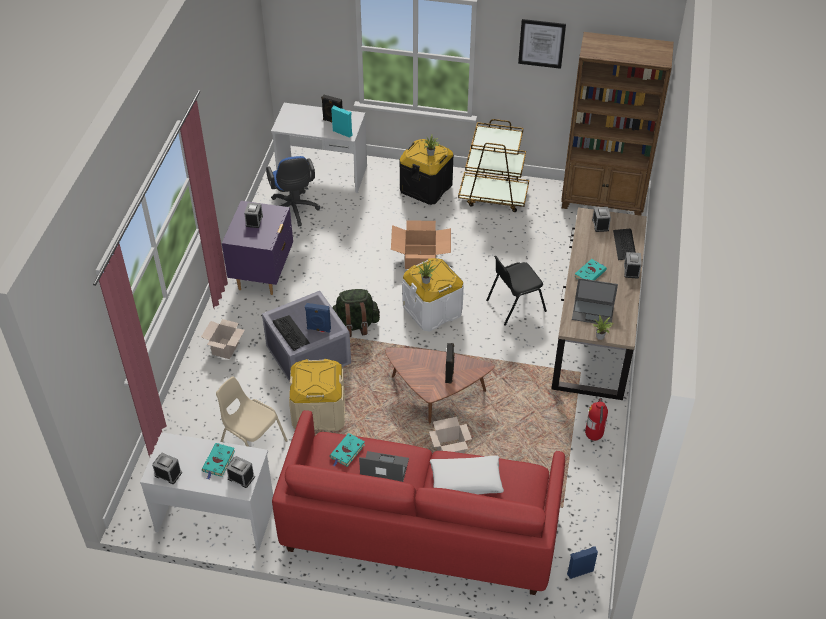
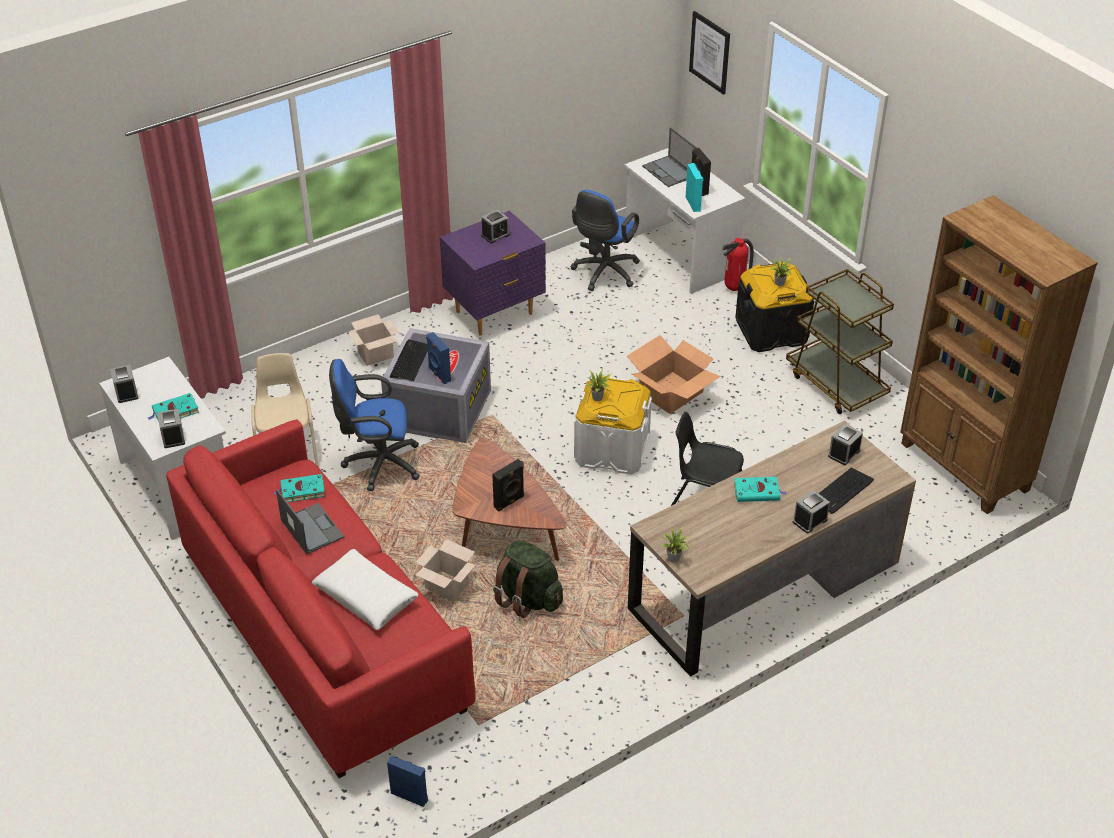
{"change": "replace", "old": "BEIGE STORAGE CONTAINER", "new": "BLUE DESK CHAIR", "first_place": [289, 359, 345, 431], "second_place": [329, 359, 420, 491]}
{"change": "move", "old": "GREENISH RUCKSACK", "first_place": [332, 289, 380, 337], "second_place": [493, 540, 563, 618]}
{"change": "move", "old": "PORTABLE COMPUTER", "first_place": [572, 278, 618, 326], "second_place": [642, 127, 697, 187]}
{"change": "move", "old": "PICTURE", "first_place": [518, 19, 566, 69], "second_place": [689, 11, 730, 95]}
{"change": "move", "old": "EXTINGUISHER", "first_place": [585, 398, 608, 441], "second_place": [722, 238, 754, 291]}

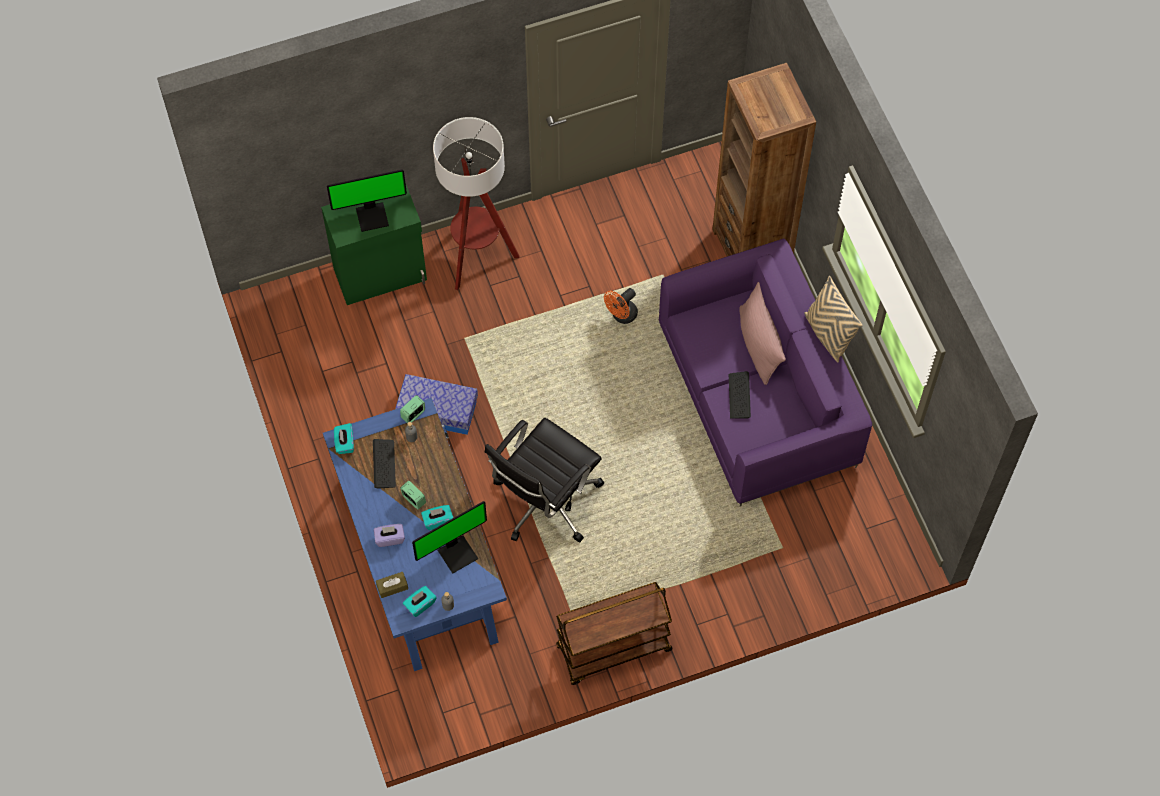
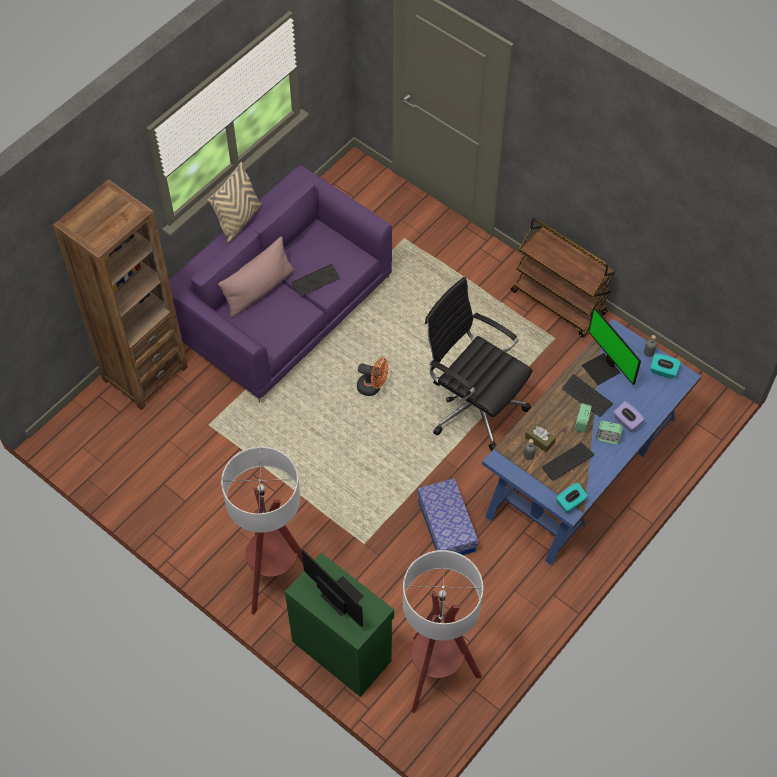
{"change": "move", "old": "ORANGE-COLOURED FAN", "first_place": [604, 288, 638, 324], "second_place": [357, 358, 388, 396]}
{"change": "insert", "new": "STANDARD LAMP", "second_place": [403, 550, 483, 713]}
{"change": "rotate", "old": "BLACK DESK CHAIR", "first_place": [485, 418, 604, 542], "second_place": [425, 277, 533, 451], "degrees": -150}
{"change": "move", "old": "BROWN BOX OF TISSUES", "first_place": [376, 572, 408, 598], "second_place": [525, 423, 556, 452]}
{"change": "replace", "old": "TURQUOISE-COLOURED BOX OF TISSUES", "new": "COMPUTER KEYBOARD", "first_place": [421, 505, 453, 530], "second_place": [562, 374, 613, 417]}
{"change": "rotate", "old": "COMPUTER SCREEN", "first_place": [412, 501, 487, 574], "second_place": [582, 307, 641, 385], "degrees": -150}
{"change": "move", "old": "ALARM CLOCK", "first_place": [400, 395, 425, 423], "second_place": [596, 421, 623, 444]}

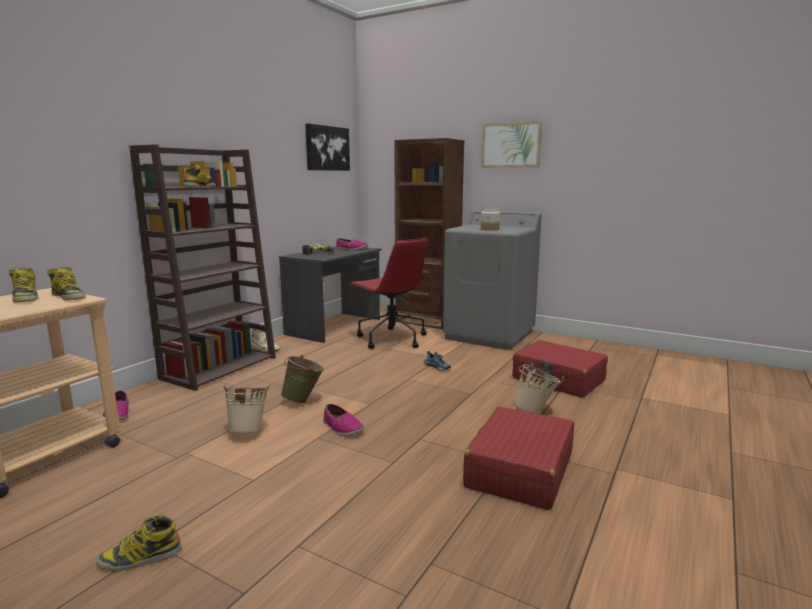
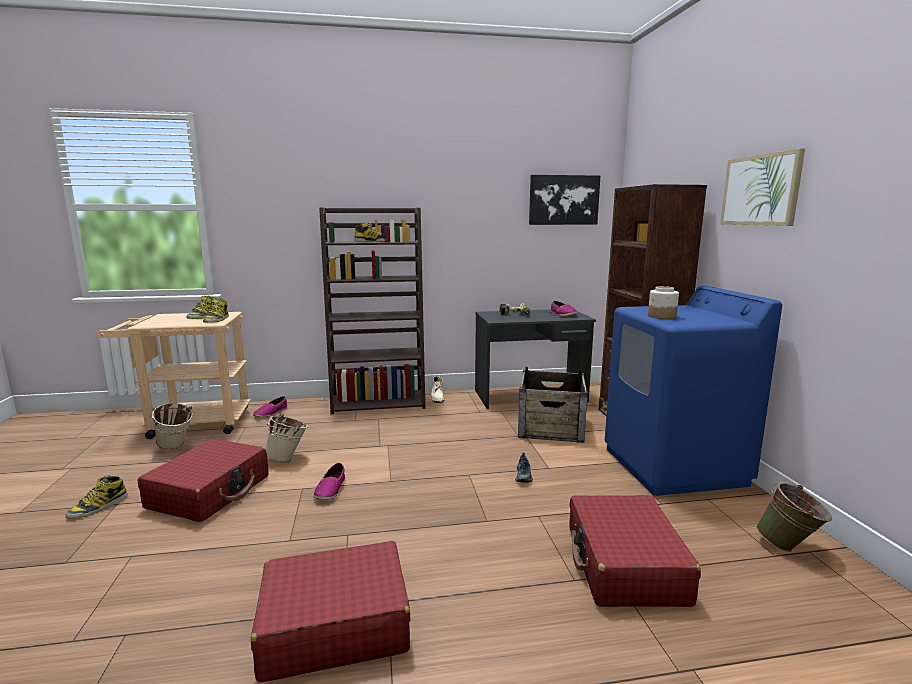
{"change": "rotate", "old": "TALL BOOT", "first_place": [96, 514, 182, 571], "second_place": [65, 476, 128, 519], "degrees": -90}
{"change": "insert", "new": "REDDISH SUITCASE", "second_place": [138, 439, 268, 522]}
{"change": "move", "old": "BEIGE PAIL", "first_place": [513, 363, 561, 414], "second_place": [150, 403, 193, 450]}
{"change": "replace", "old": "REDDISH DESK CHAIR", "new": "PACKING CRATE", "first_place": [349, 238, 428, 349], "second_place": [518, 367, 588, 443]}
{"change": "recolor", "old": "GREY LAUNDRY APPLIANCE", "new": "BLUE LAUNDRY APPLIANCE", "first_place": [443, 210, 542, 350], "second_place": [605, 286, 782, 496]}
{"change": "move", "old": "GREENISH PAIL", "first_place": [281, 355, 324, 404], "second_place": [756, 482, 832, 552]}

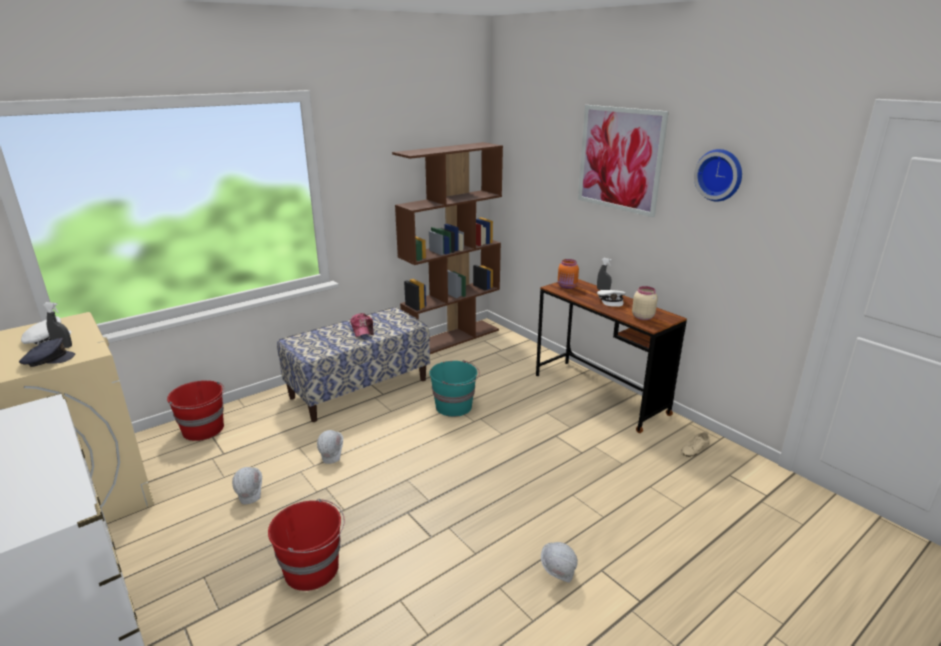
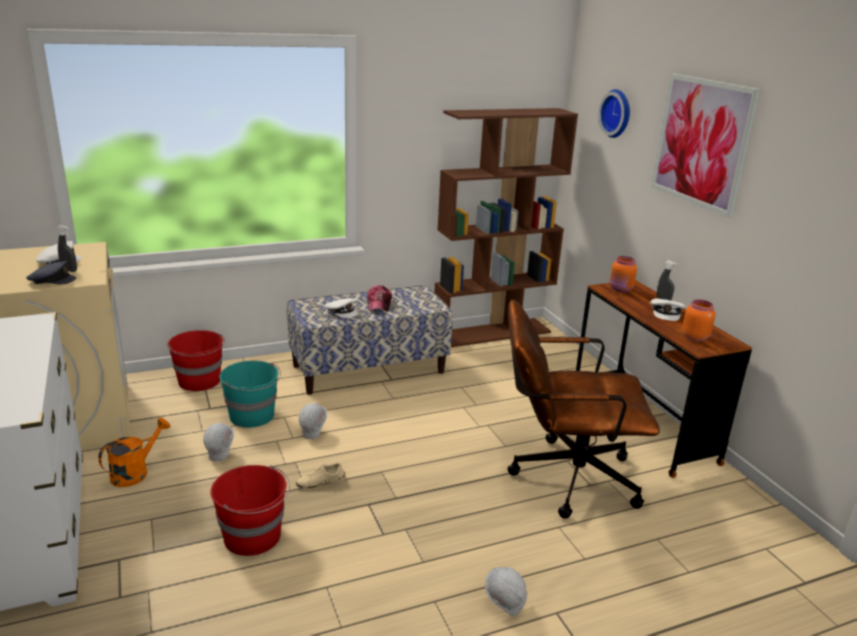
{"change": "insert", "new": "ORANGE-COLOURED WATERING CAN", "second_place": [98, 418, 170, 487]}
{"change": "move", "old": "TURQUOISE-COLOURED PAIL", "first_place": [429, 360, 480, 417], "second_place": [219, 361, 281, 428]}
{"change": "move", "old": "BEIGE ITEM OF FOOTWEAR", "first_place": [681, 431, 710, 458], "second_place": [296, 463, 346, 489]}
{"change": "insert", "new": "WHITISH CAP", "second_place": [325, 298, 358, 318]}
{"change": "insert", "new": "BROWN DESK CHAIR", "second_place": [508, 300, 660, 518]}
{"change": "move", "old": "WALL CLOCK", "first_place": [694, 149, 742, 202], "second_place": [598, 89, 630, 138]}
{"change": "recolor", "old": "BEIGE STORAGE JAR", "new": "ORANGE-COLOURED STORAGE JAR", "first_place": [632, 286, 658, 320], "second_place": [682, 300, 715, 342]}

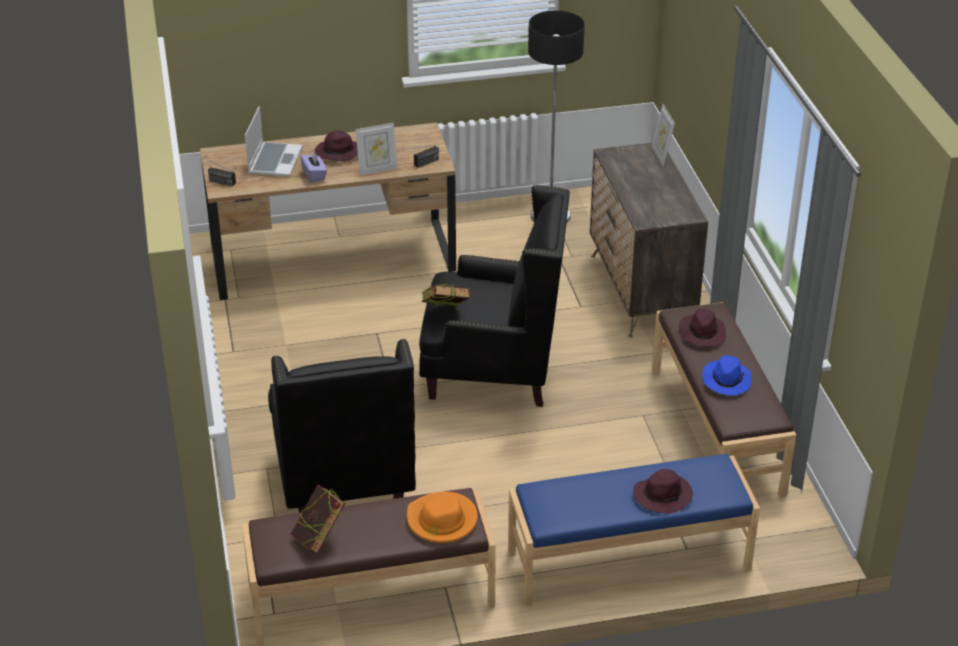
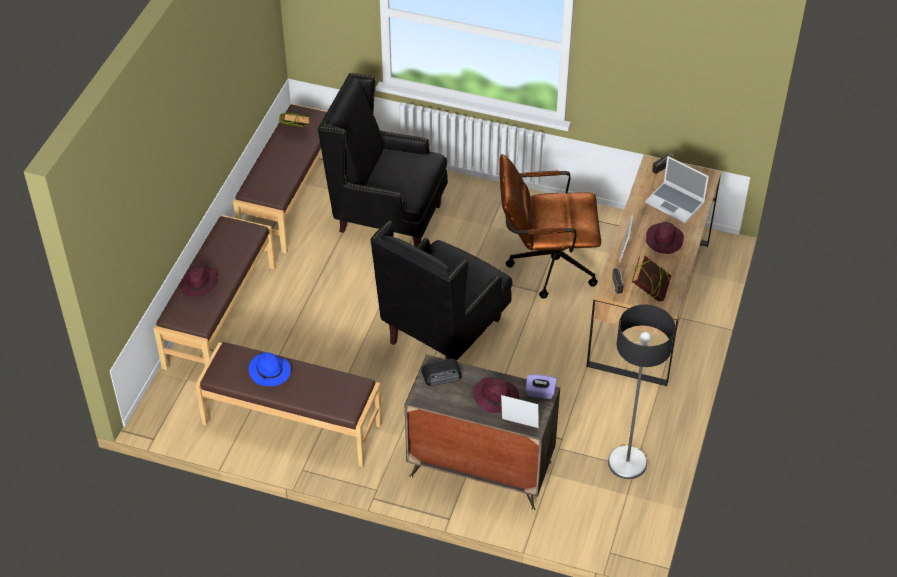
{"change": "recolor", "old": "BLUE INDOOR BENCH", "new": "BROWN INDOOR BENCH", "first_place": [508, 454, 760, 606], "second_place": [154, 215, 276, 370]}
{"change": "insert", "new": "RADIO RECEIVER", "second_place": [421, 359, 462, 386]}
{"change": "move", "old": "PURPLE WEARABLE HAT", "first_place": [679, 309, 726, 347], "second_place": [473, 377, 519, 413]}
{"change": "insert", "new": "BROWN DESK CHAIR", "second_place": [499, 154, 601, 299]}
{"change": "move", "old": "PURPLE BOX OF TISSUES", "first_place": [300, 152, 327, 182], "second_place": [525, 374, 557, 399]}
{"change": "move", "old": "BOOK", "first_place": [421, 284, 471, 306], "second_place": [632, 256, 671, 302]}
{"change": "delete", "old": "ORANGE-COLOURED WEARABLE HAT", "first_place": [407, 492, 477, 543]}

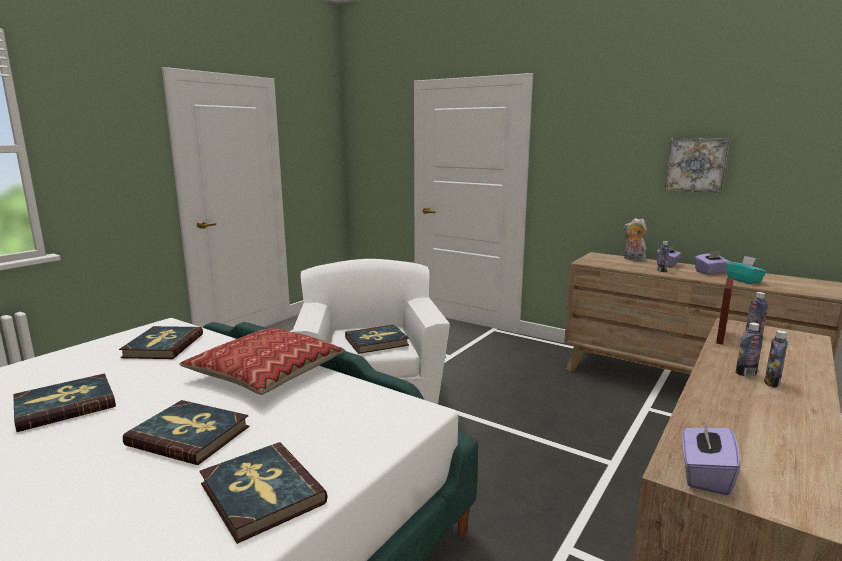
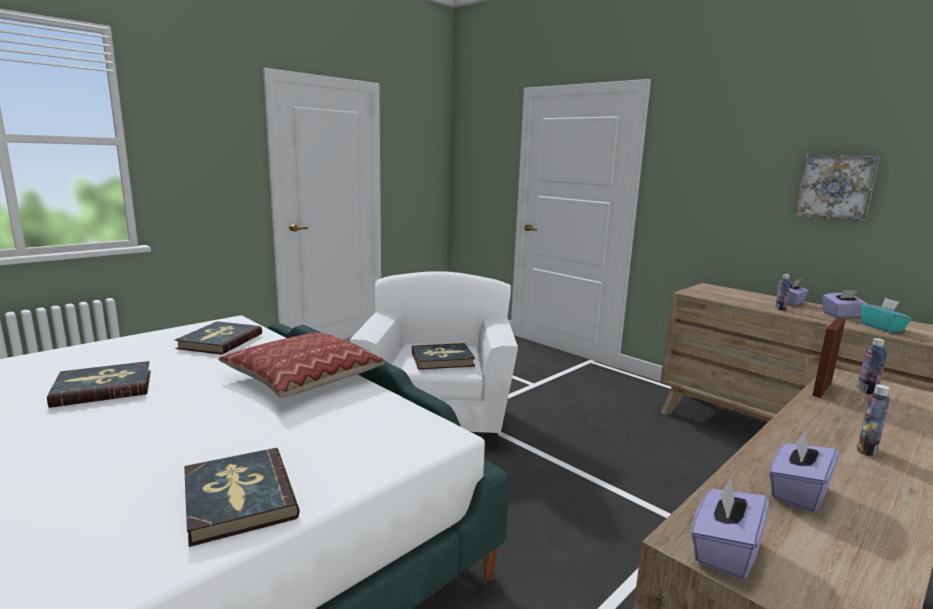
{"change": "insert", "new": "PURPLE BOX OF TISSUES", "second_place": [769, 430, 838, 512]}
{"change": "delete", "old": "BOOK", "first_place": [123, 400, 249, 465]}
{"change": "delete", "old": "SOFT TOY", "first_place": [624, 218, 647, 261]}
{"change": "delete", "old": "DRINK BOTTLE", "first_place": [736, 323, 763, 376]}

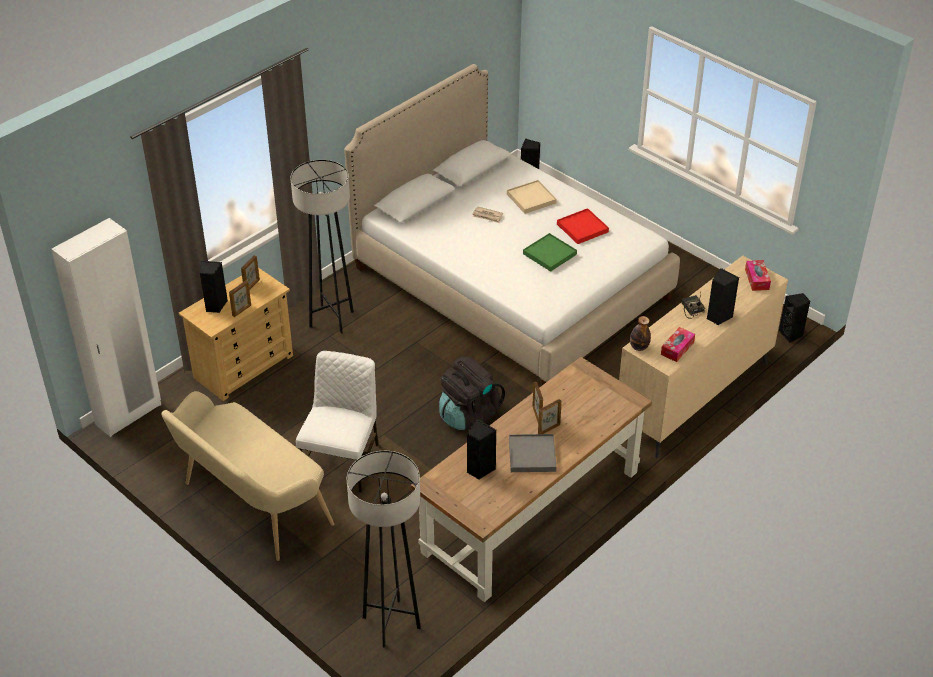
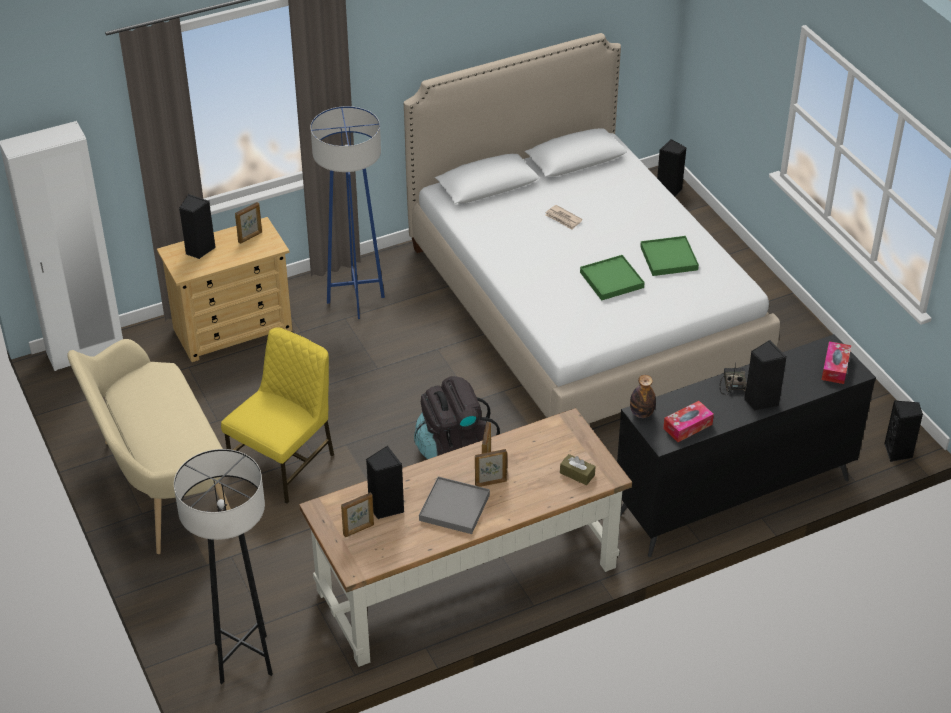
{"change": "recolor", "old": "WHITISH PLAIN CHAIR", "new": "YELLOW PLAIN CHAIR", "first_place": [296, 351, 379, 493], "second_place": [221, 327, 334, 504]}
{"change": "recolor", "old": "GREY STANDARD LAMP", "new": "BLUE STANDARD LAMP", "first_place": [290, 160, 354, 334], "second_place": [310, 106, 385, 319]}
{"change": "move", "old": "PICTURE FRAME", "first_place": [229, 280, 251, 317], "second_place": [341, 492, 374, 537]}
{"change": "insert", "new": "BROWN BOX OF TISSUES", "second_place": [560, 454, 596, 485]}
{"change": "recolor", "old": "BEIGE DRAWER CHEST", "new": "BLACK DRAWER CHEST", "first_place": [619, 255, 788, 458], "second_place": [617, 334, 876, 557]}
{"change": "recolor", "old": "REDDISH SERVING TRAY", "new": "GREENISH SERVING TRAY", "first_place": [557, 208, 609, 244], "second_place": [640, 236, 699, 276]}
{"change": "delete", "old": "BEIGE SERVING TRAY", "first_place": [507, 180, 557, 214]}

